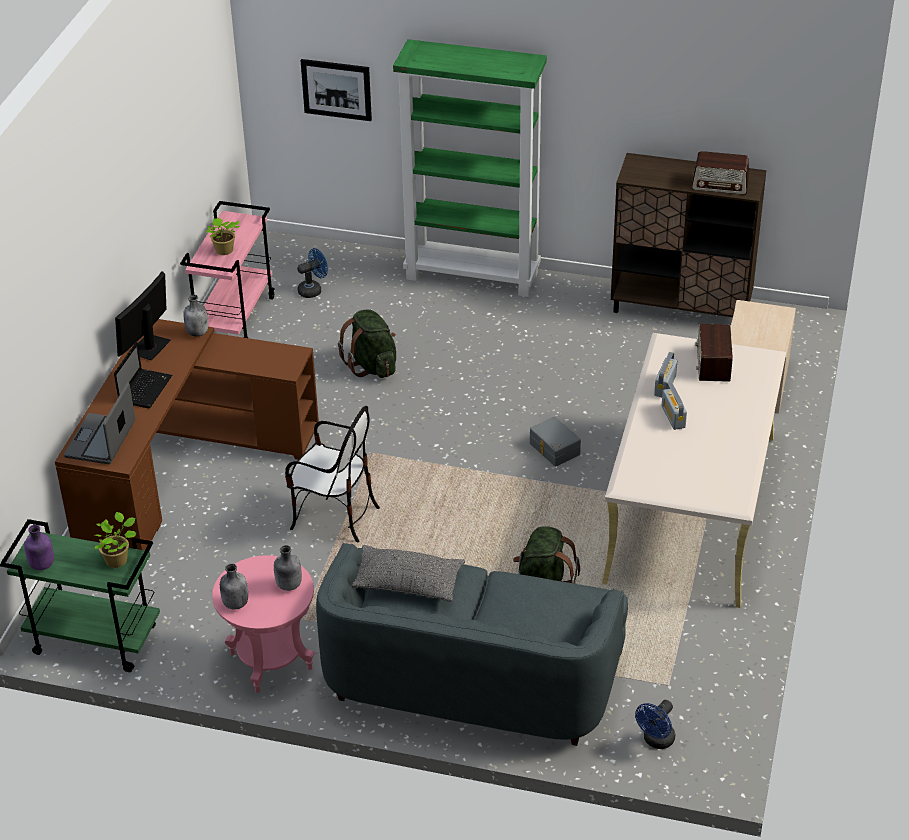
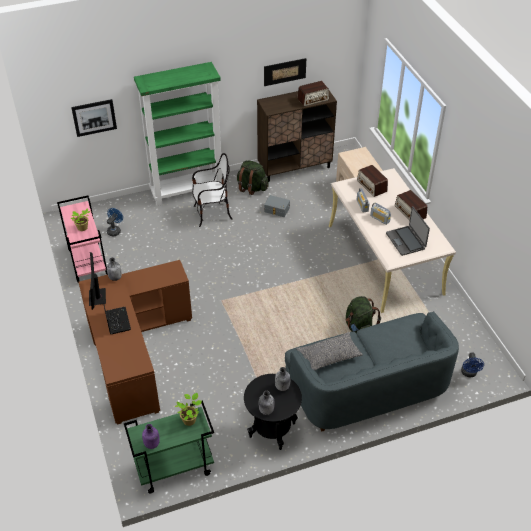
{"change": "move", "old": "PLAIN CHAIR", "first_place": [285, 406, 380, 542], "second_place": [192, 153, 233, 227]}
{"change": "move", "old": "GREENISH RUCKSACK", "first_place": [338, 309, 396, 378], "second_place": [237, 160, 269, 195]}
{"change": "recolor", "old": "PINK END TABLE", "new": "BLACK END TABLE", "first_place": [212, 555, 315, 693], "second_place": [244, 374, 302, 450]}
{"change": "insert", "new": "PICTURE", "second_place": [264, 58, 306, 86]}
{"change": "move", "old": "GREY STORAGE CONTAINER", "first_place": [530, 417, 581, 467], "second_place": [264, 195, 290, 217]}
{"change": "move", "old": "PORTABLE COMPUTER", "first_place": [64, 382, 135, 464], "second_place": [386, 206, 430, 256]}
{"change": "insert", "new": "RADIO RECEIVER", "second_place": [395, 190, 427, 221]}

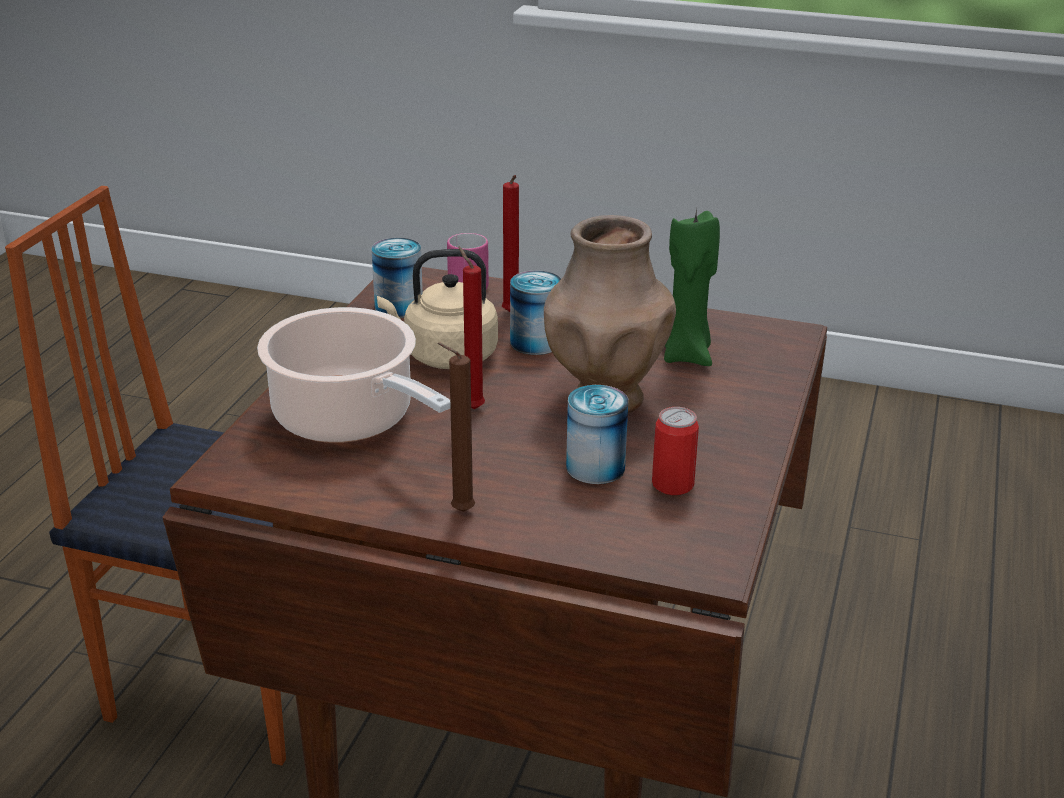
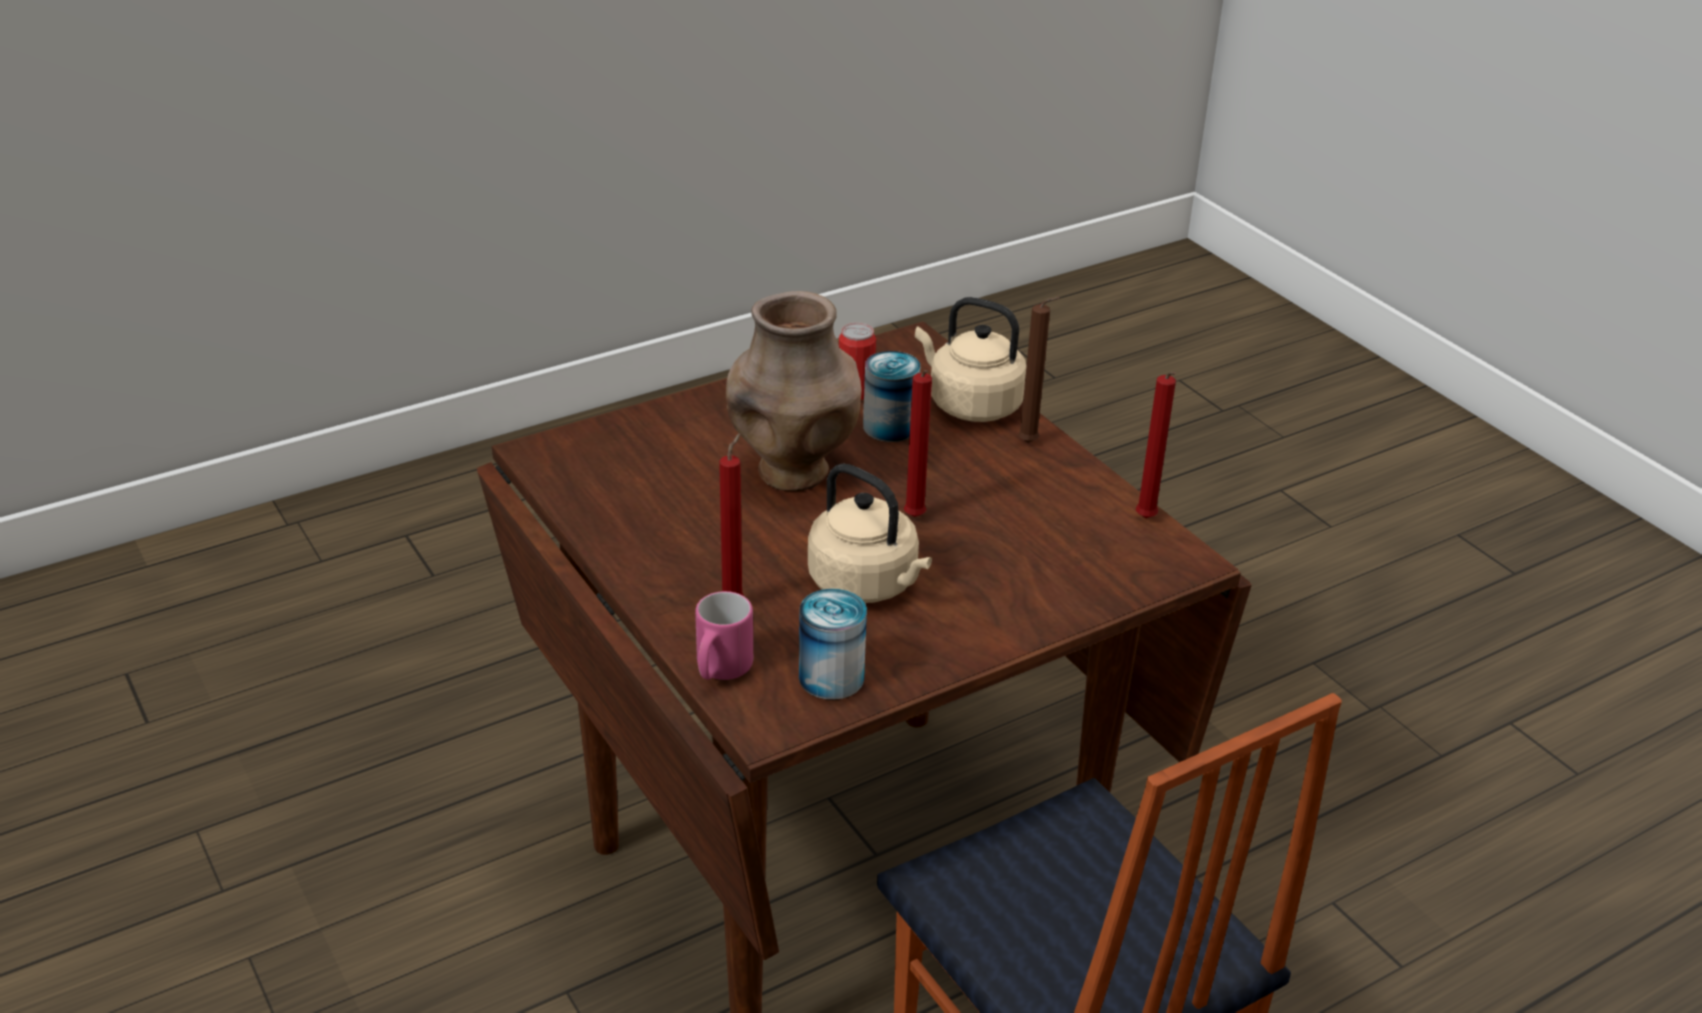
{"change": "insert", "new": "BEIGE KETTLE", "second_place": [915, 297, 1026, 422]}
{"change": "insert", "new": "REDDISH WAX CANDLE", "second_place": [1136, 372, 1176, 518]}
{"change": "delete", "old": "STOCKPOT", "first_place": [257, 307, 451, 443]}
{"change": "delete", "old": "METAL CAN", "first_place": [510, 270, 561, 355]}
{"change": "delete", "old": "GREENISH WAX CANDLE", "first_place": [664, 207, 720, 366]}

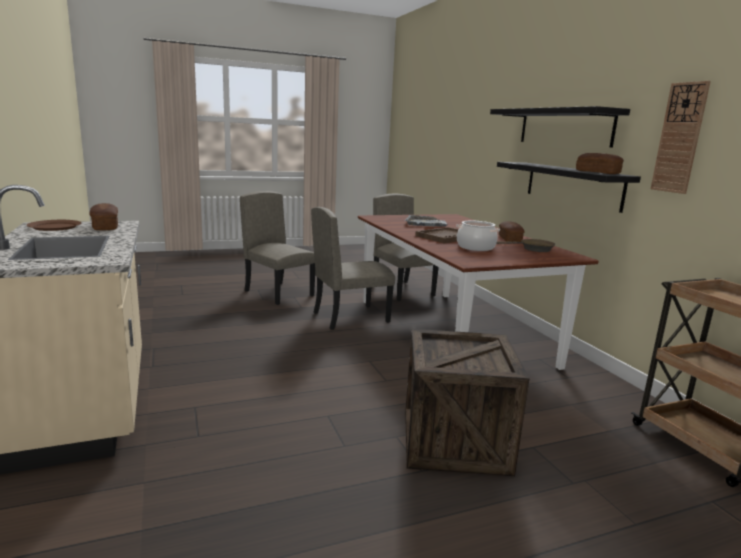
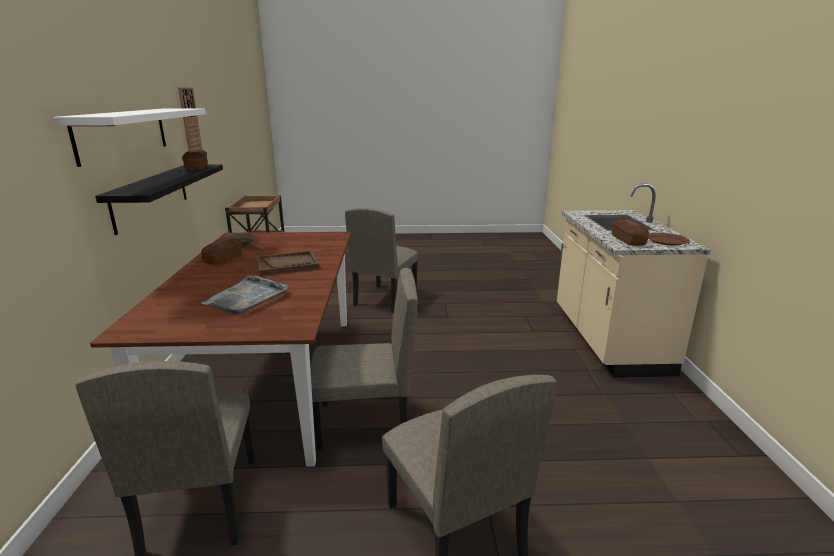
{"change": "recolor", "old": "BLACK BRACKET SHELF", "new": "WHITISH BRACKET SHELF", "first_place": [490, 106, 630, 148], "second_place": [52, 108, 206, 167]}
{"change": "replace", "old": "PACKING CRATE", "new": "BEIGE PLAIN CHAIR", "first_place": [405, 329, 530, 476], "second_place": [345, 208, 418, 313]}
{"change": "delete", "old": "STOCKPOT", "first_place": [456, 221, 500, 251]}

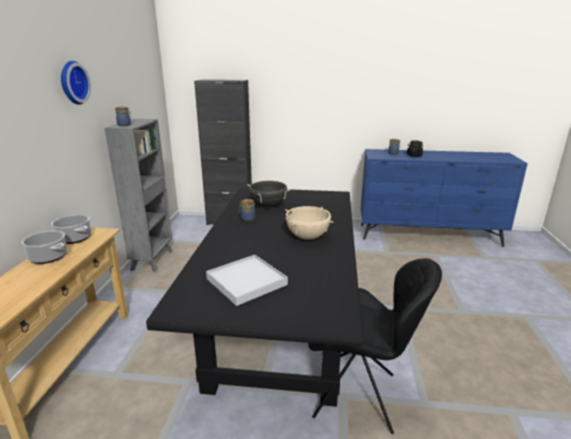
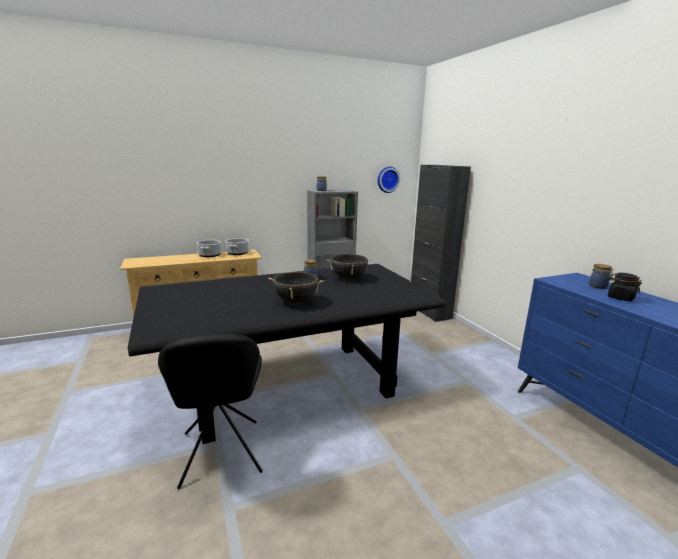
{"change": "recolor", "old": "BEIGE STOCKPOT", "new": "BLACK STOCKPOT", "first_place": [285, 206, 333, 240], "second_place": [268, 272, 324, 304]}
{"change": "move", "old": "WALL CLOCK", "first_place": [61, 61, 91, 105], "second_place": [378, 167, 400, 193]}
{"change": "delete", "old": "WHITISH SERVING TRAY", "first_place": [206, 255, 288, 306]}

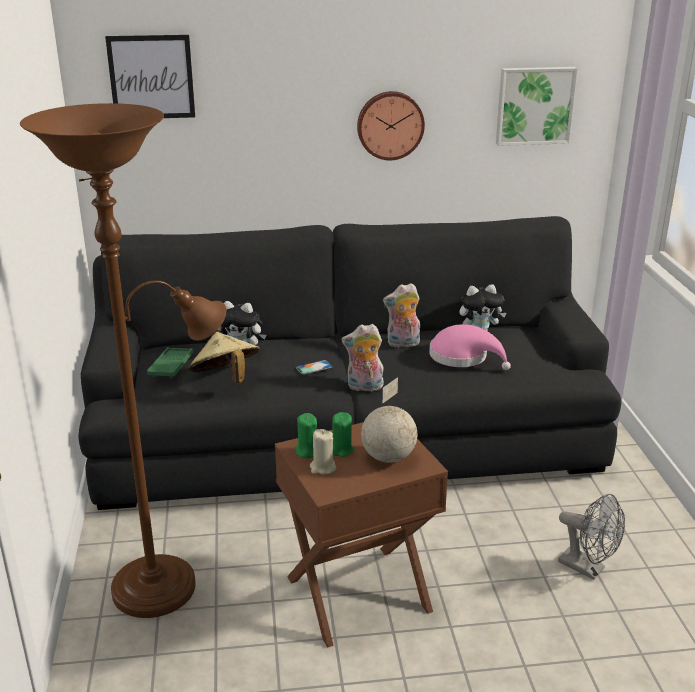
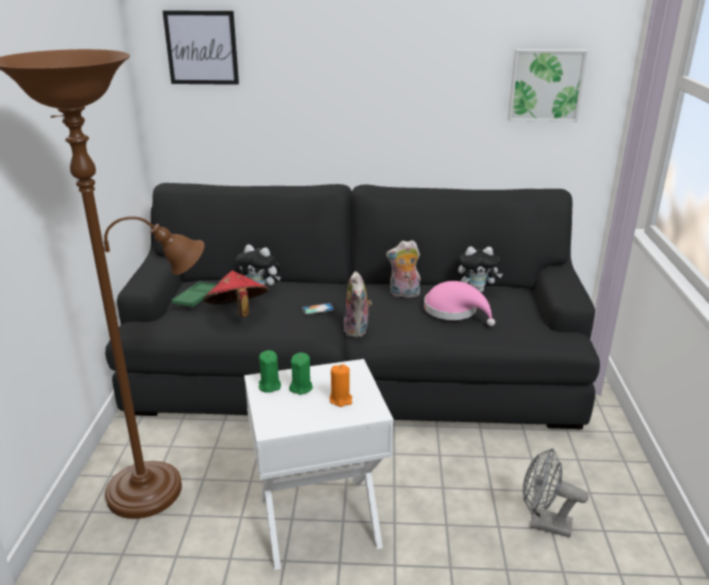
{"change": "recolor", "old": "BEIGE WEARABLE HAT", "new": "REDDISH WEARABLE HAT", "first_place": [188, 332, 260, 383], "second_place": [203, 270, 269, 317]}
{"change": "recolor", "old": "BROWN END TABLE", "new": "WHITISH END TABLE", "first_place": [275, 422, 448, 648], "second_place": [244, 359, 394, 570]}
{"change": "replace", "old": "GLOBE", "new": "ORANGE-COLOURED WAX CANDLE", "first_place": [361, 377, 417, 463], "second_place": [329, 364, 352, 407]}
{"change": "rotate", "old": "SOFT TOY", "first_place": [342, 324, 384, 391], "second_place": [344, 271, 372, 338], "degrees": -105}
{"change": "rotate", "old": "GREY FAN", "first_place": [558, 494, 625, 579], "second_place": [523, 448, 589, 538], "degrees": 150}
{"change": "delete", "old": "BEIGE WAX CANDLE", "first_place": [310, 429, 336, 474]}
{"change": "delete", "old": "WALL CLOCK", "first_place": [357, 91, 425, 160]}

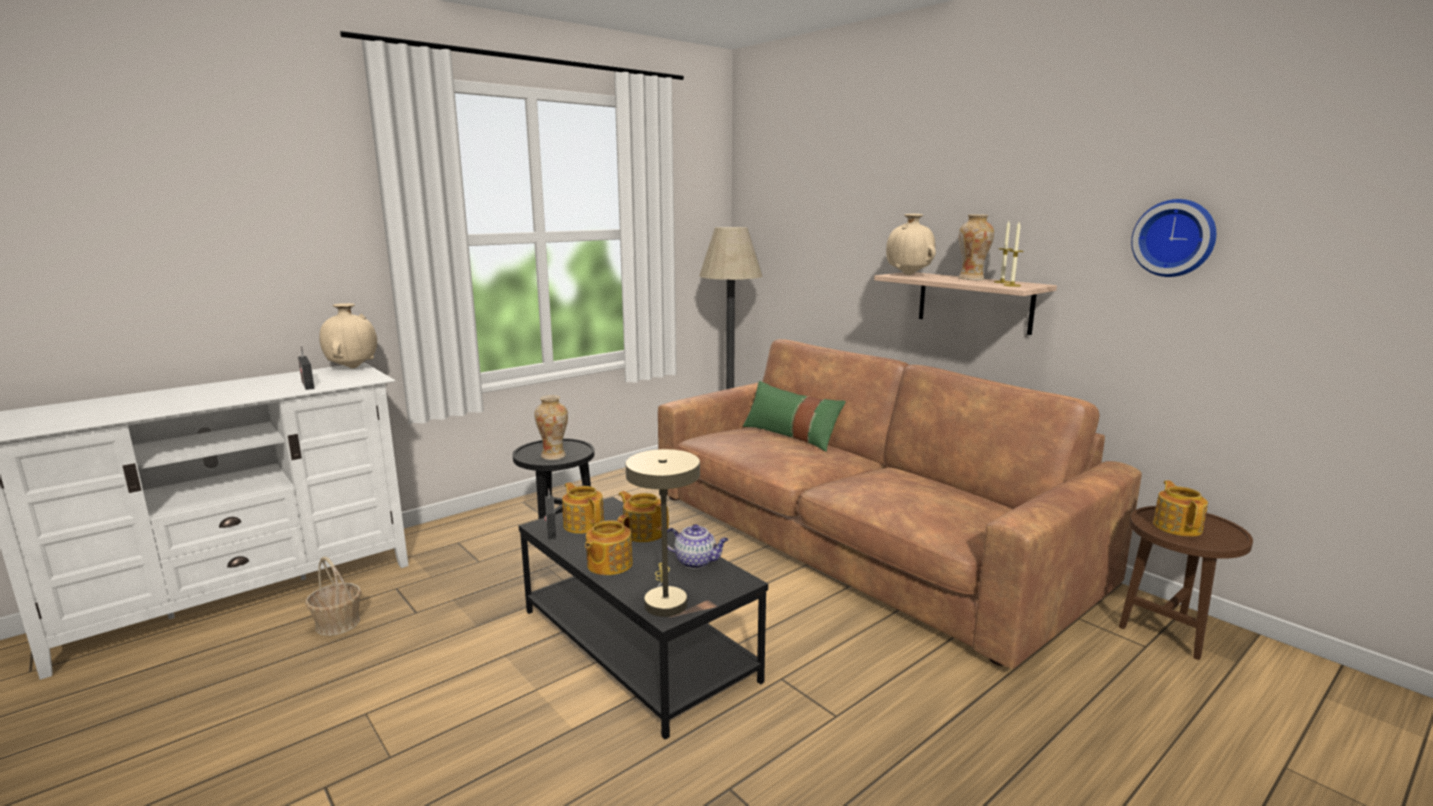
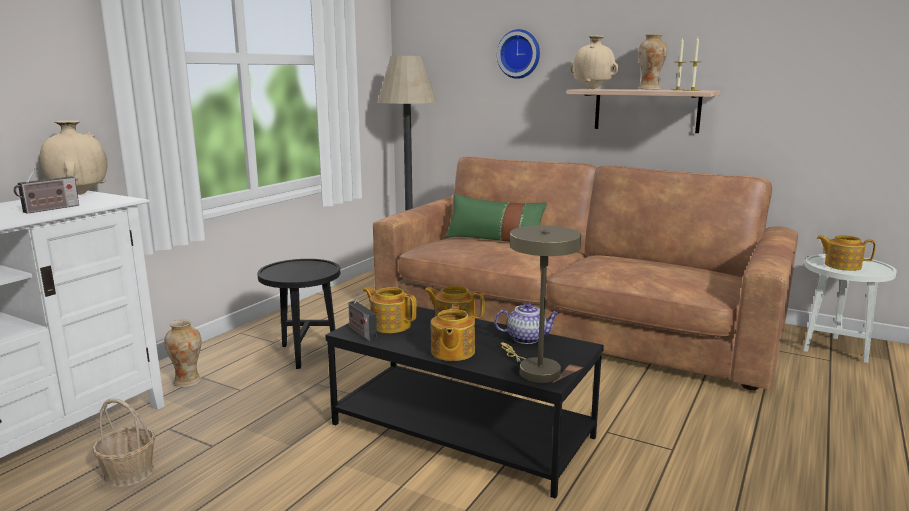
{"change": "rotate", "old": "RADIO RECEIVER", "first_place": [298, 345, 315, 390], "second_place": [14, 165, 79, 214], "degrees": -90}
{"change": "move", "old": "DECORATIVE VASE", "first_place": [534, 395, 568, 460], "second_place": [164, 319, 201, 387]}
{"change": "move", "old": "WALL CLOCK", "first_place": [1131, 199, 1216, 277], "second_place": [497, 29, 540, 79]}
{"change": "recolor", "old": "BROWN END TABLE", "new": "WHITISH END TABLE", "first_place": [1119, 506, 1253, 660], "second_place": [803, 254, 897, 363]}
{"change": "rotate", "old": "POT FOR TEA", "first_place": [1153, 481, 1208, 537], "second_place": [816, 235, 876, 271], "degrees": -45}

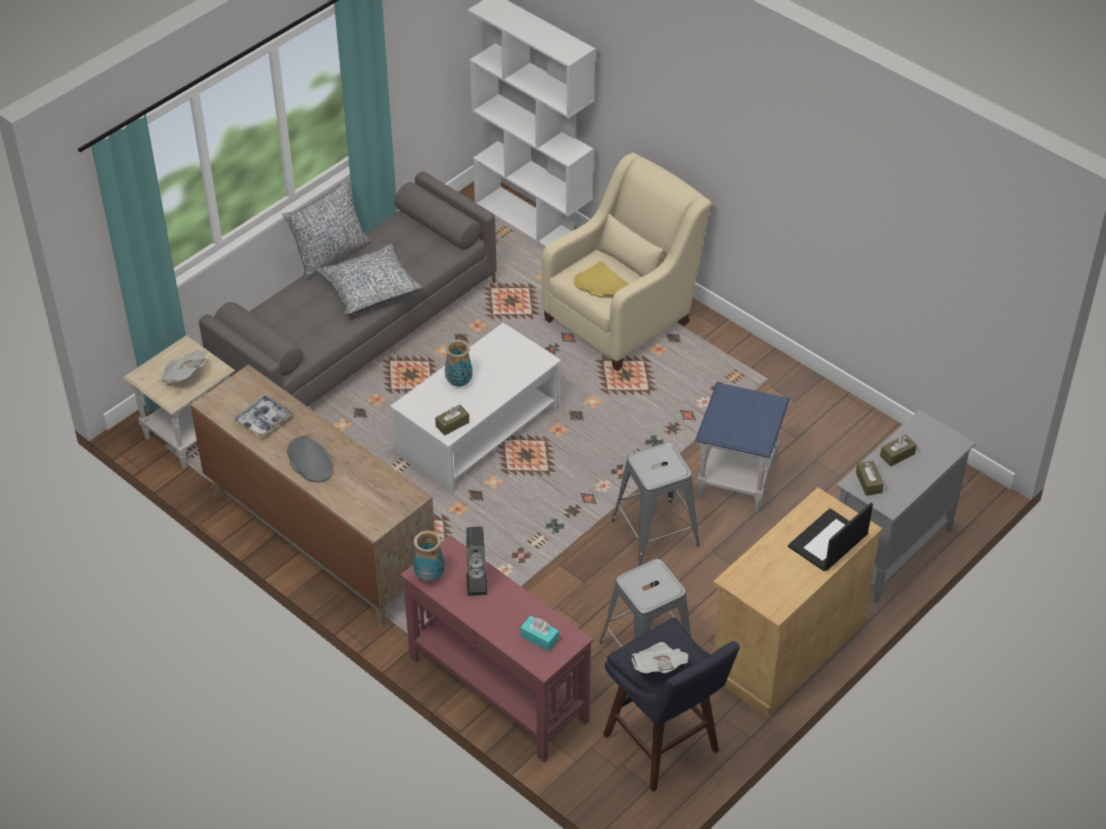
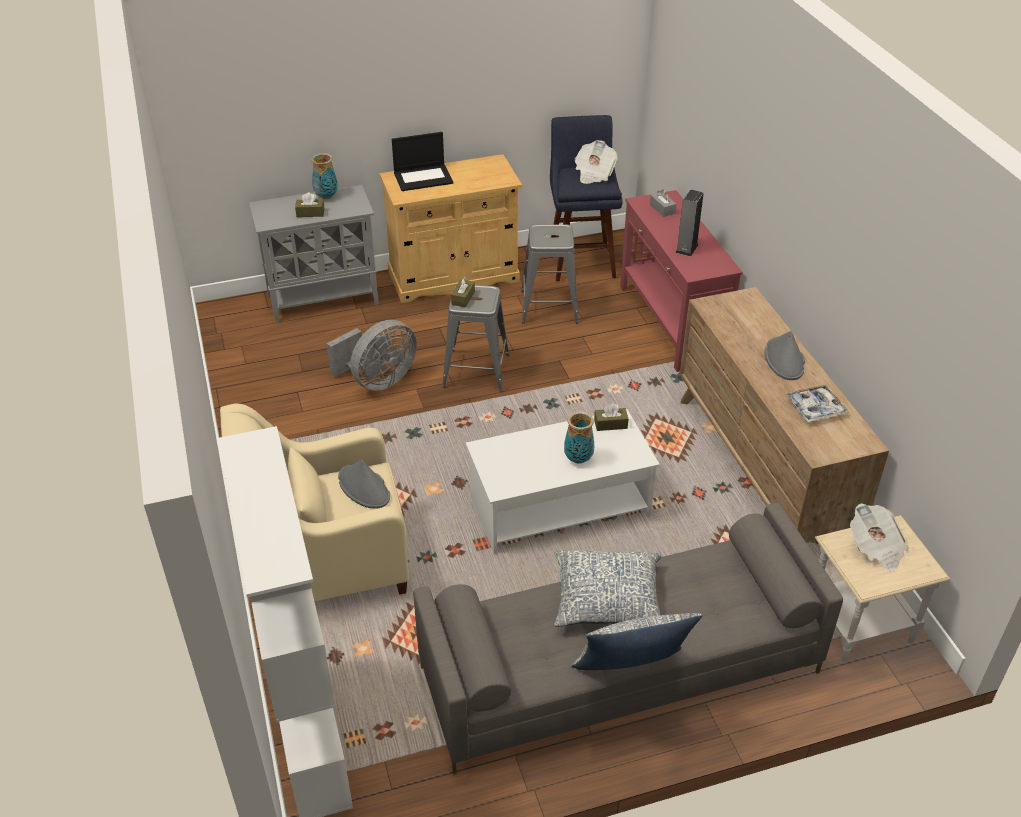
{"change": "move", "old": "DECORATIVE VASE", "first_place": [413, 531, 445, 582], "second_place": [311, 153, 338, 199]}
{"change": "replace", "old": "BLUE END TABLE", "new": "GREY FAN", "first_place": [695, 382, 790, 512], "second_place": [327, 320, 417, 391]}
{"change": "recolor", "old": "YELLOW WEARABLE HAT", "new": "GREY WEARABLE HAT", "first_place": [574, 261, 629, 298], "second_place": [338, 460, 390, 509]}
{"change": "move", "old": "BROWN BOX OF TISSUES", "first_place": [856, 461, 884, 496], "second_place": [451, 277, 475, 307]}
{"change": "recolor", "old": "TURQUOISE-COLOURED BOX OF TISSUES", "new": "GREY BOX OF TISSUES", "first_place": [520, 616, 559, 652], "second_place": [650, 189, 676, 217]}

